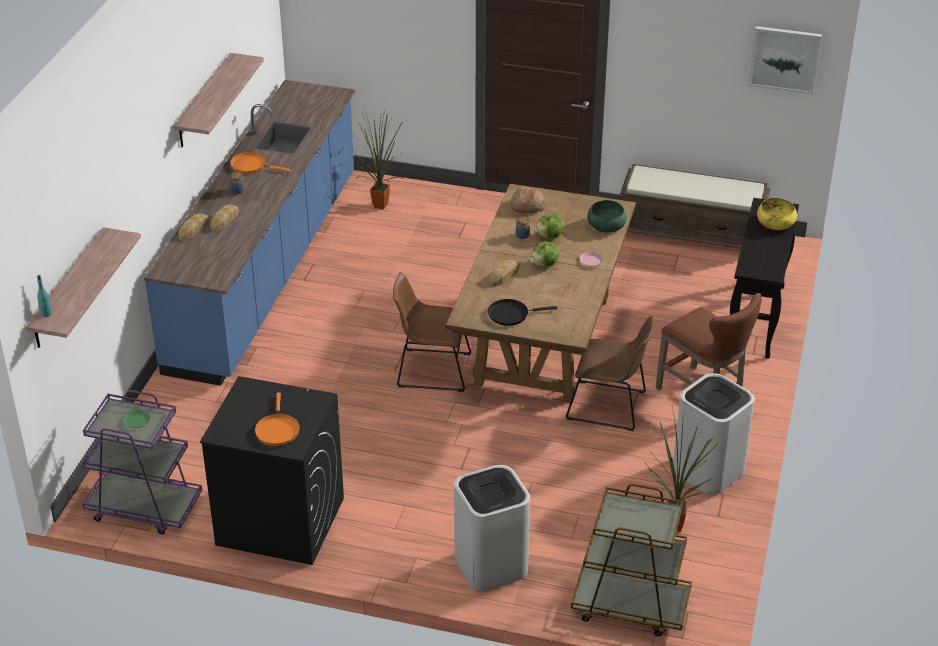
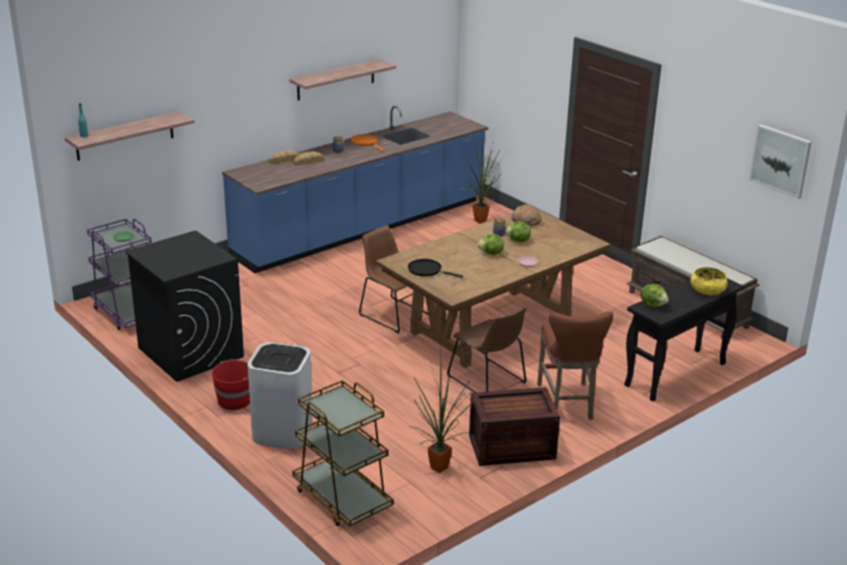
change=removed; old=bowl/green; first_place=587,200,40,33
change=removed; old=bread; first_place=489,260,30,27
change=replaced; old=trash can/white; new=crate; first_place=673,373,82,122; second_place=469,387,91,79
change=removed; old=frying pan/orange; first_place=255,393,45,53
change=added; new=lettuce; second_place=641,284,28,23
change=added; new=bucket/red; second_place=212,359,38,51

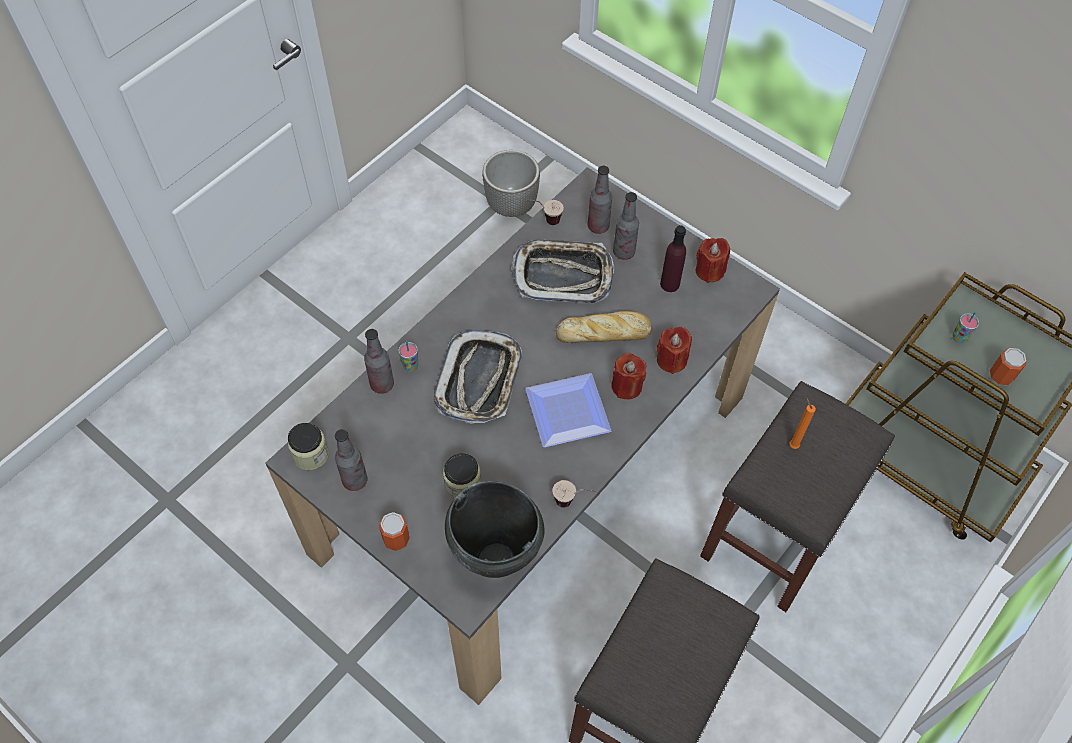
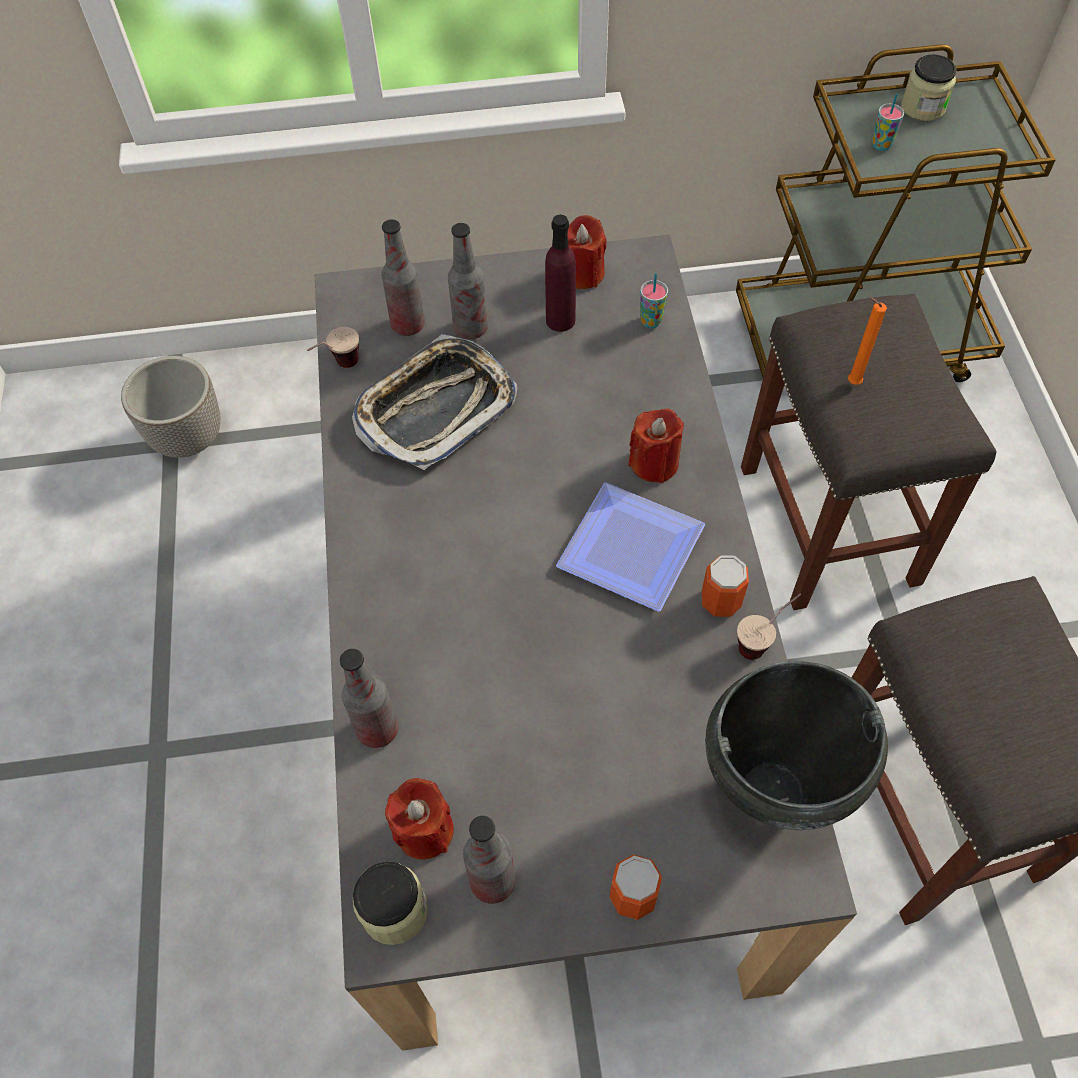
change=removed; old=bread; first_place=556,311,96,32
change=moved; old=candle/red; first_place=657,327,35,47; second_place=385,778,69,82
change=removed; old=tray; first_place=434,330,88,94
change=moved; old=cup; first_place=398,341,20,31; second_place=640,273,28,55
change=moved; old=can; first_place=990,348,36,37; second_place=702,555,47,62
change=moved; old=jar; first_place=443,453,38,46; second_place=901,54,55,67

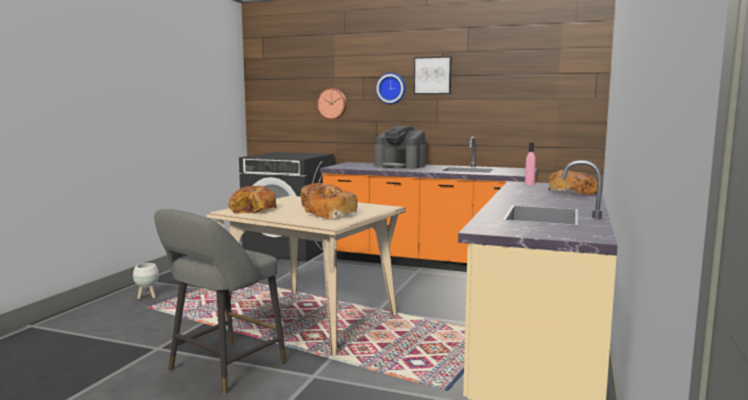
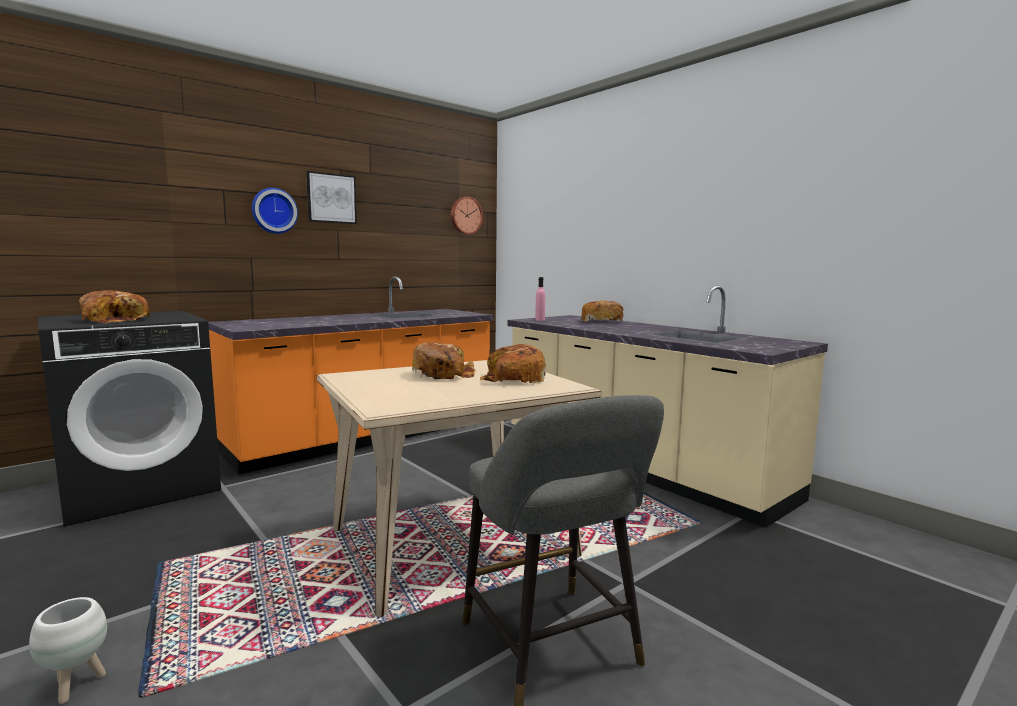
change=moved; old=wall clock; first_place=317,88,30,32; second_place=451,197,32,37
change=removed; old=coffee machine; first_place=375,126,51,43
change=moved; old=bread; first_place=228,186,49,28; second_place=79,290,72,33

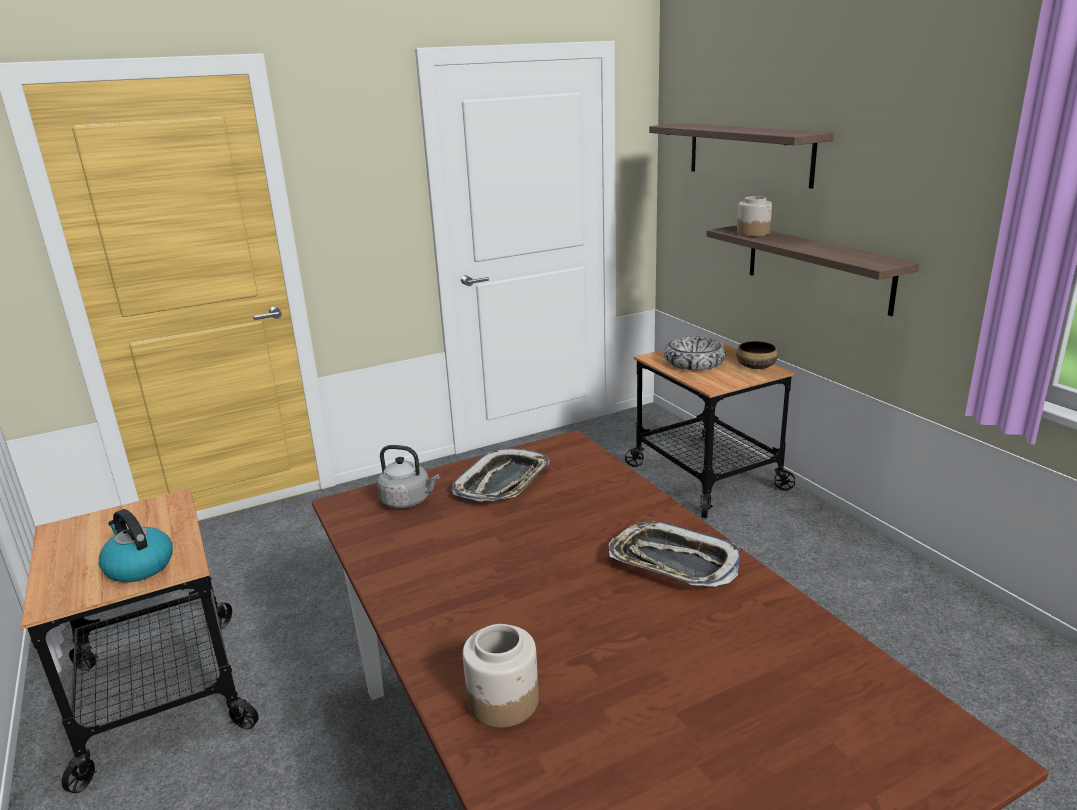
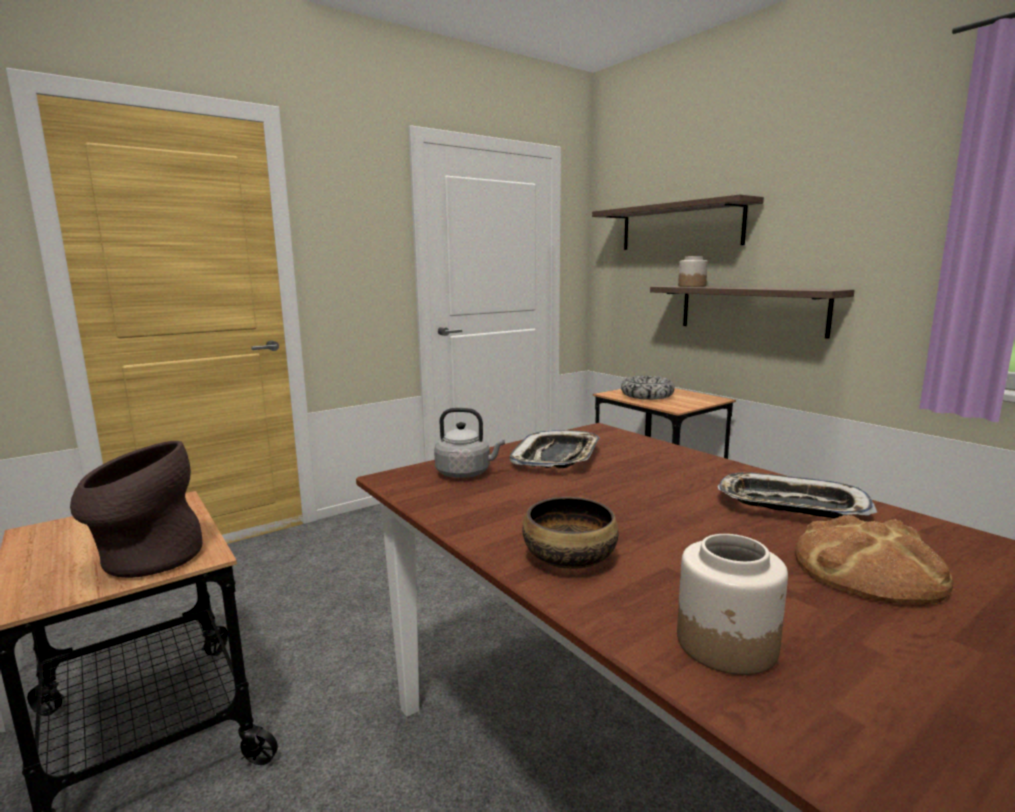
change=moved; old=bowl; first_place=736,341,42,28; second_place=523,497,96,72
change=replaced; old=kettle; new=vase/brown; first_place=99,509,74,73; second_place=70,441,132,137
change=added; new=bread; second_place=795,515,159,89

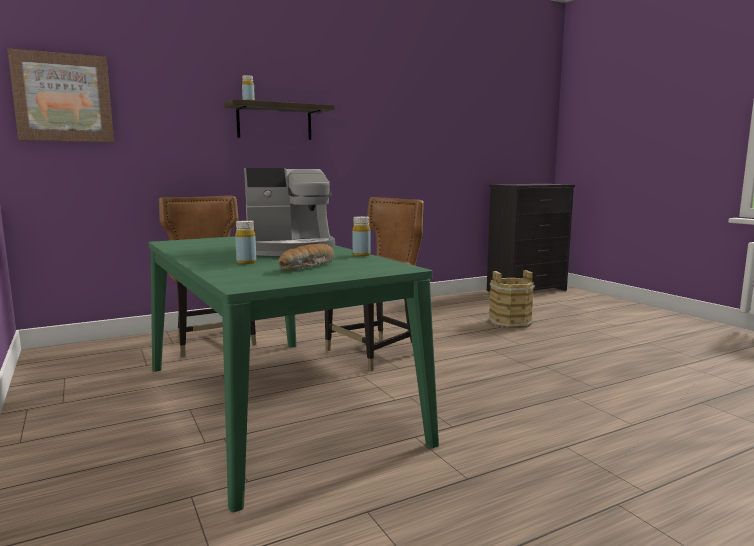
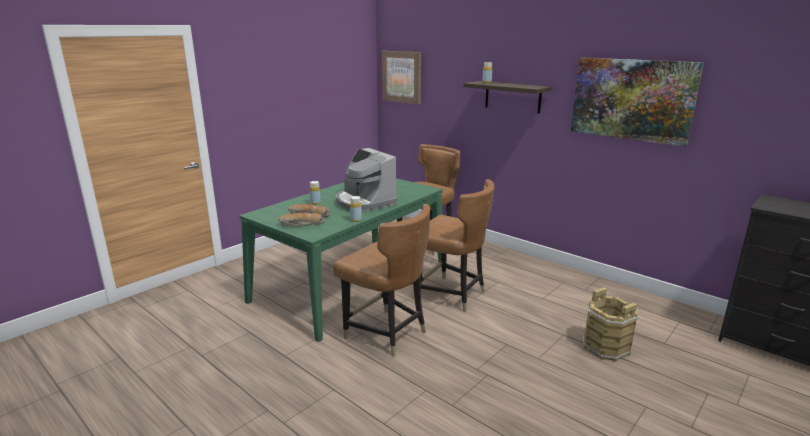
change=added; new=picture; second_place=571,57,133,90
change=added; new=chair/brown; second_place=333,204,97,153
change=added; new=bread; second_place=278,212,46,14

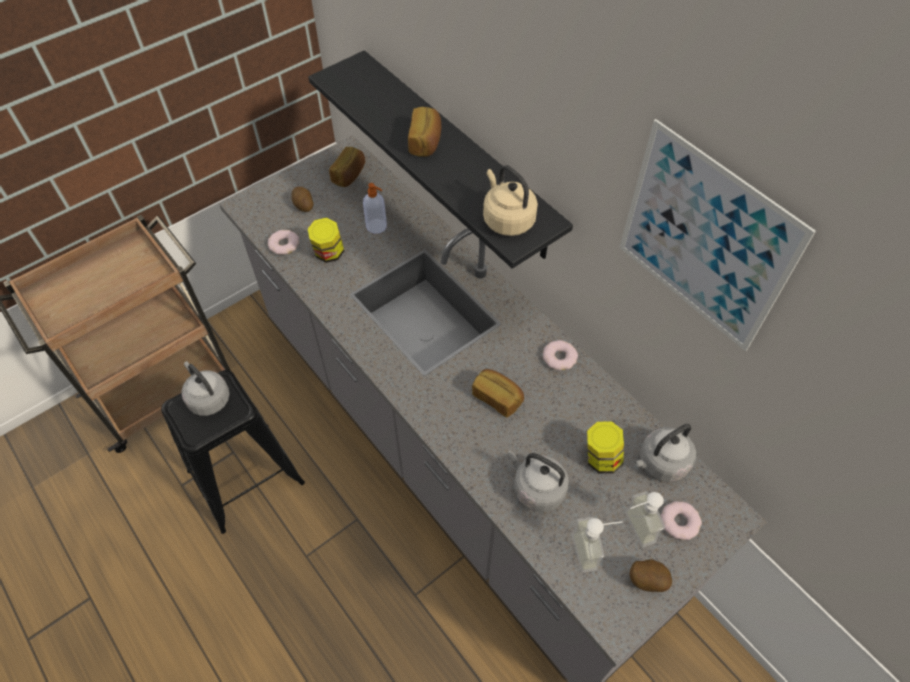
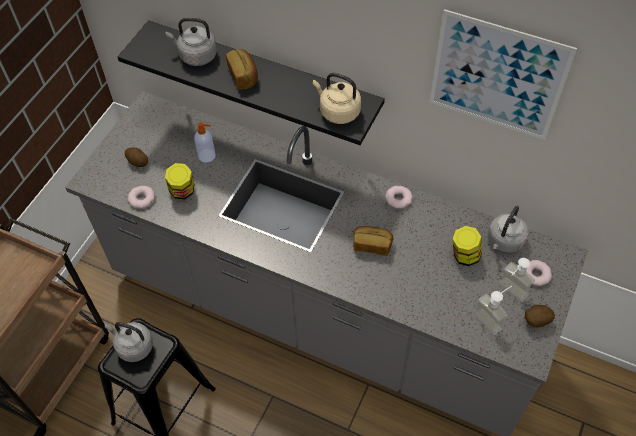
change=removed; old=bread; first_place=329,147,36,40
change=moved; old=kettle/grey; first_place=507,450,62,62; second_place=166,18,51,48

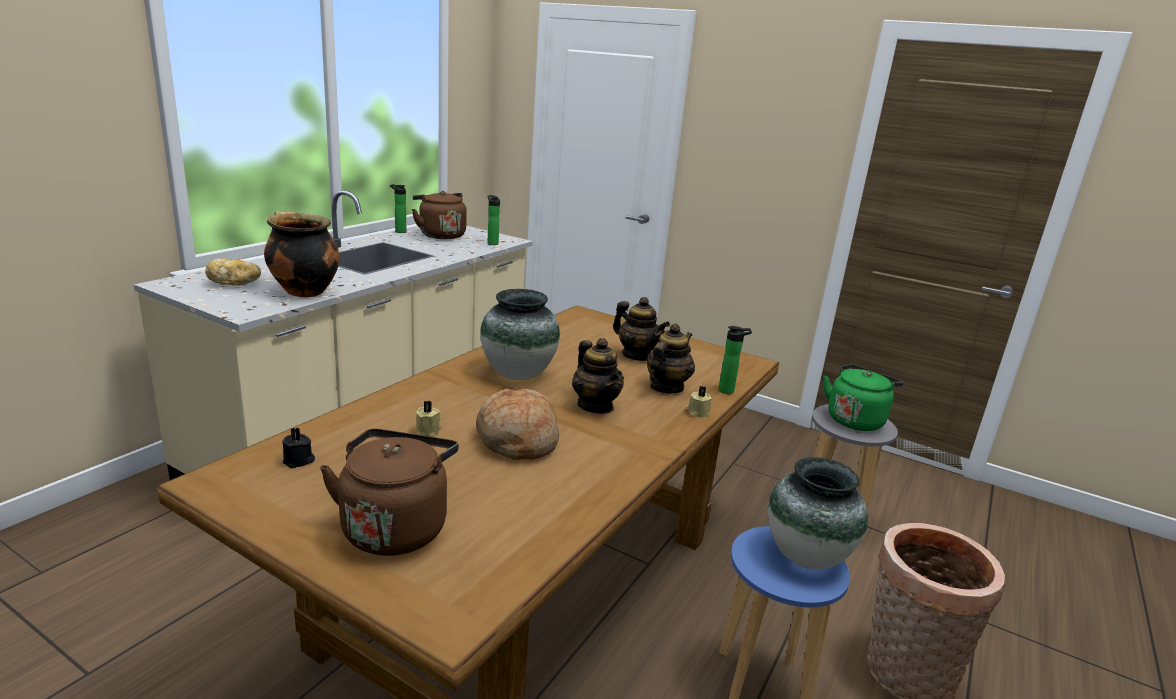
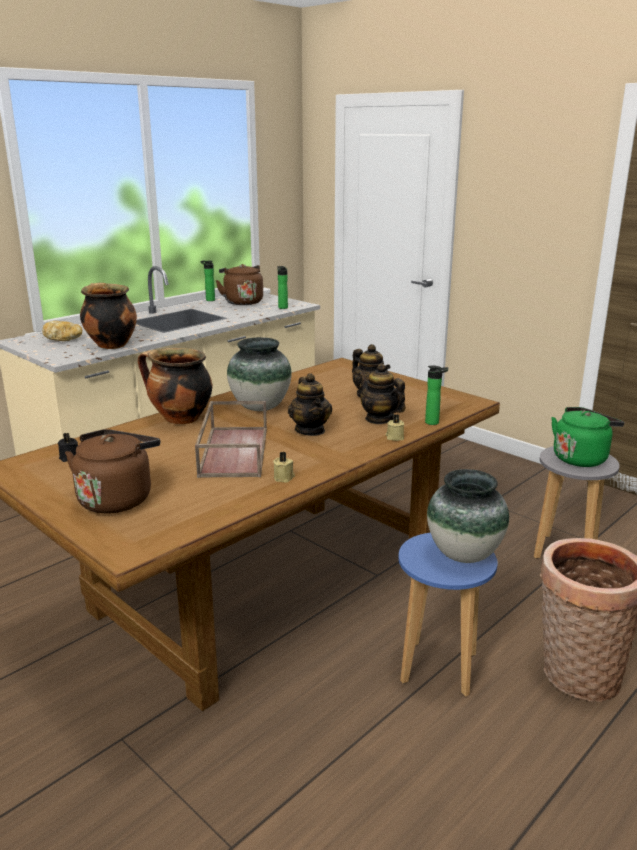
change=turned; old=teapot; first_place=646,324,49,70; second_place=358,364,48,60; degrees=-90
change=replaced; old=bread; new=tray/brown; first_place=476,389,83,71; second_place=195,401,72,77
change=moved; old=candle/beige; first_place=416,400,26,37; second_place=273,452,22,31
change=added; new=cooking pot; second_place=138,348,74,76

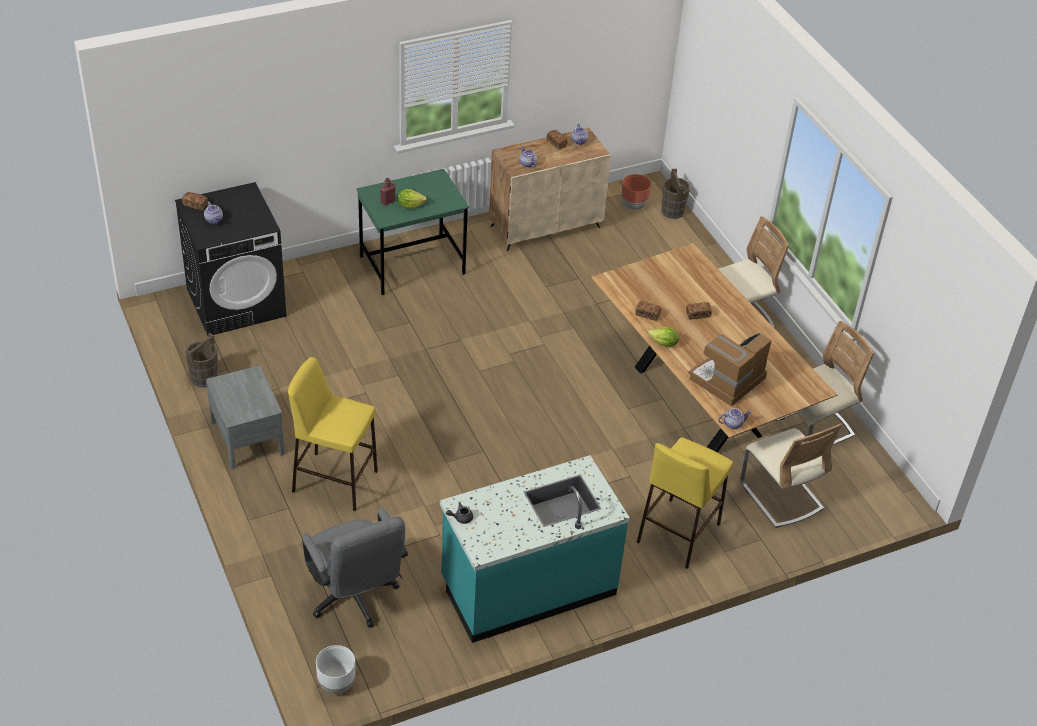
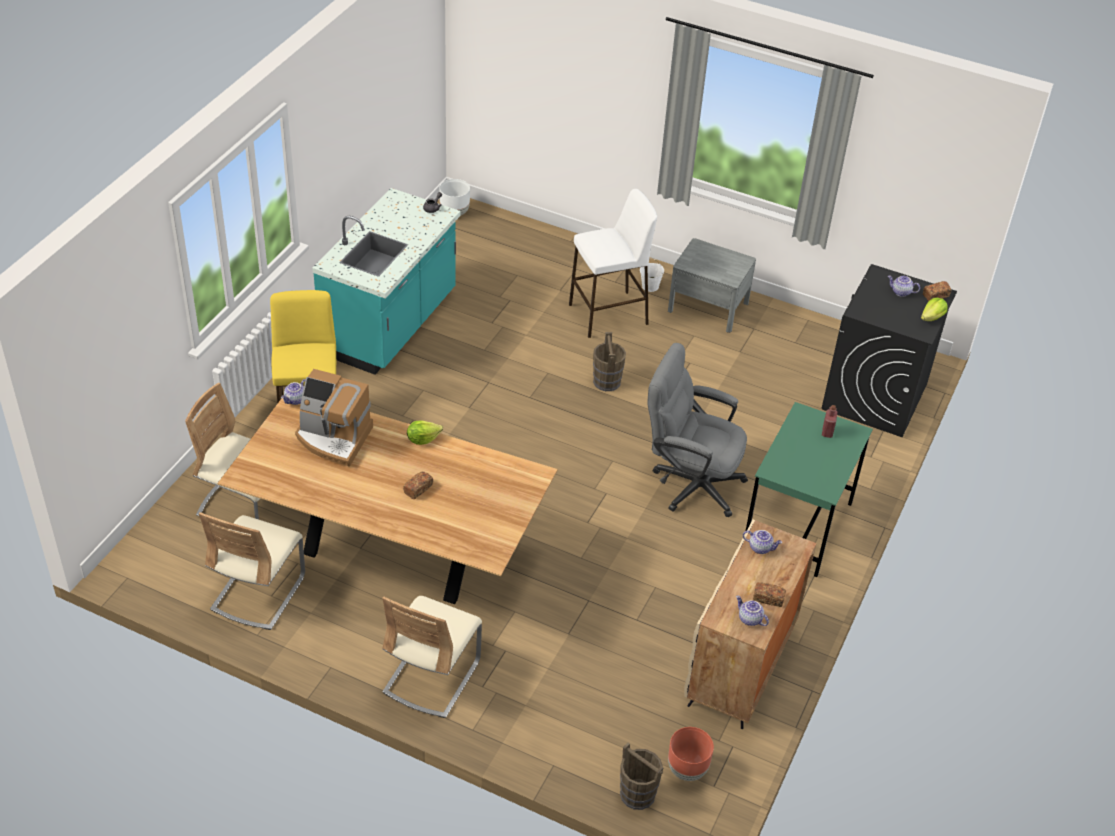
change=moved; old=lettuce; first_place=398,189,29,20; second_place=921,298,27,23
change=removed; old=bread; first_place=635,301,26,20
change=moved; old=bucket/brown; first_place=185,333,33,55; second_place=593,332,33,59
change=turned; old=coffee machine; first_place=688,333,84,73; second_place=295,369,78,98; degrees=105
change=recoloured; old=stool/yellow; new=stool/white; first_place=288,357,90,154; second_place=569,189,88,149
change=moved; old=office chair/grey; first_place=302,508,106,120; second_place=647,343,101,174
change=added; new=bucket/white; second_place=640,258,24,34

